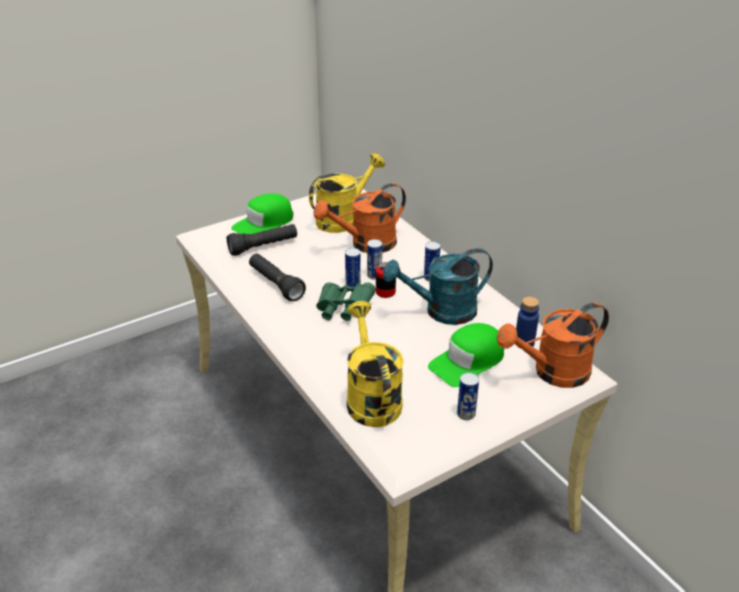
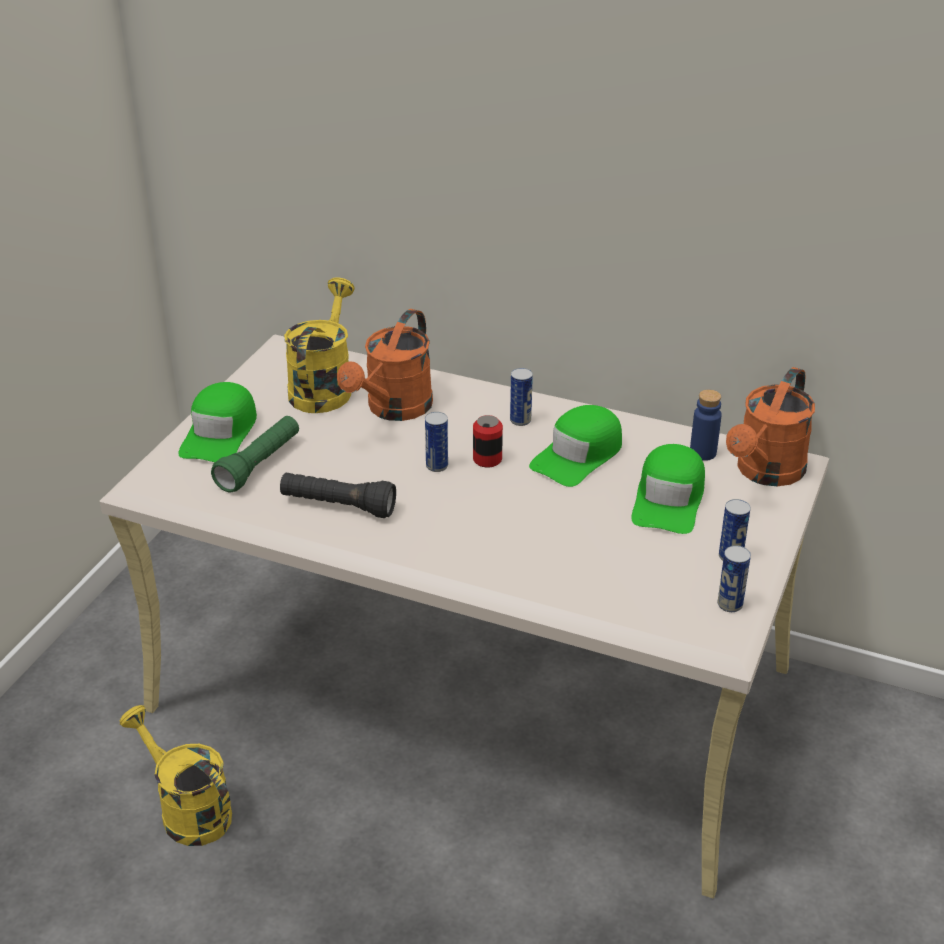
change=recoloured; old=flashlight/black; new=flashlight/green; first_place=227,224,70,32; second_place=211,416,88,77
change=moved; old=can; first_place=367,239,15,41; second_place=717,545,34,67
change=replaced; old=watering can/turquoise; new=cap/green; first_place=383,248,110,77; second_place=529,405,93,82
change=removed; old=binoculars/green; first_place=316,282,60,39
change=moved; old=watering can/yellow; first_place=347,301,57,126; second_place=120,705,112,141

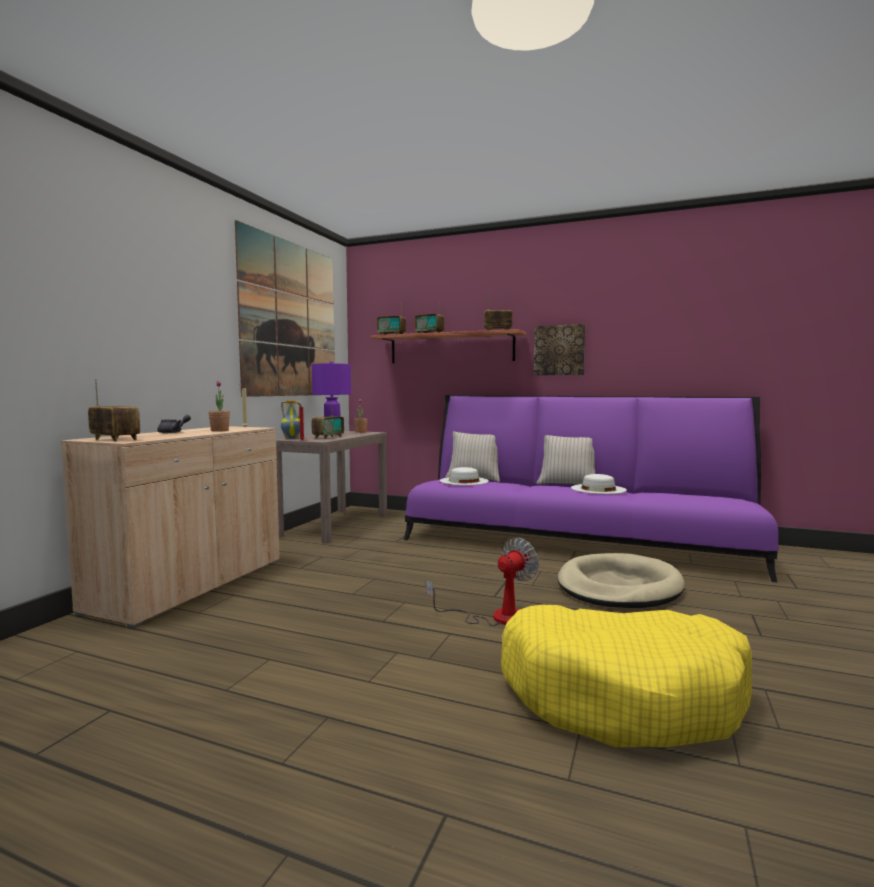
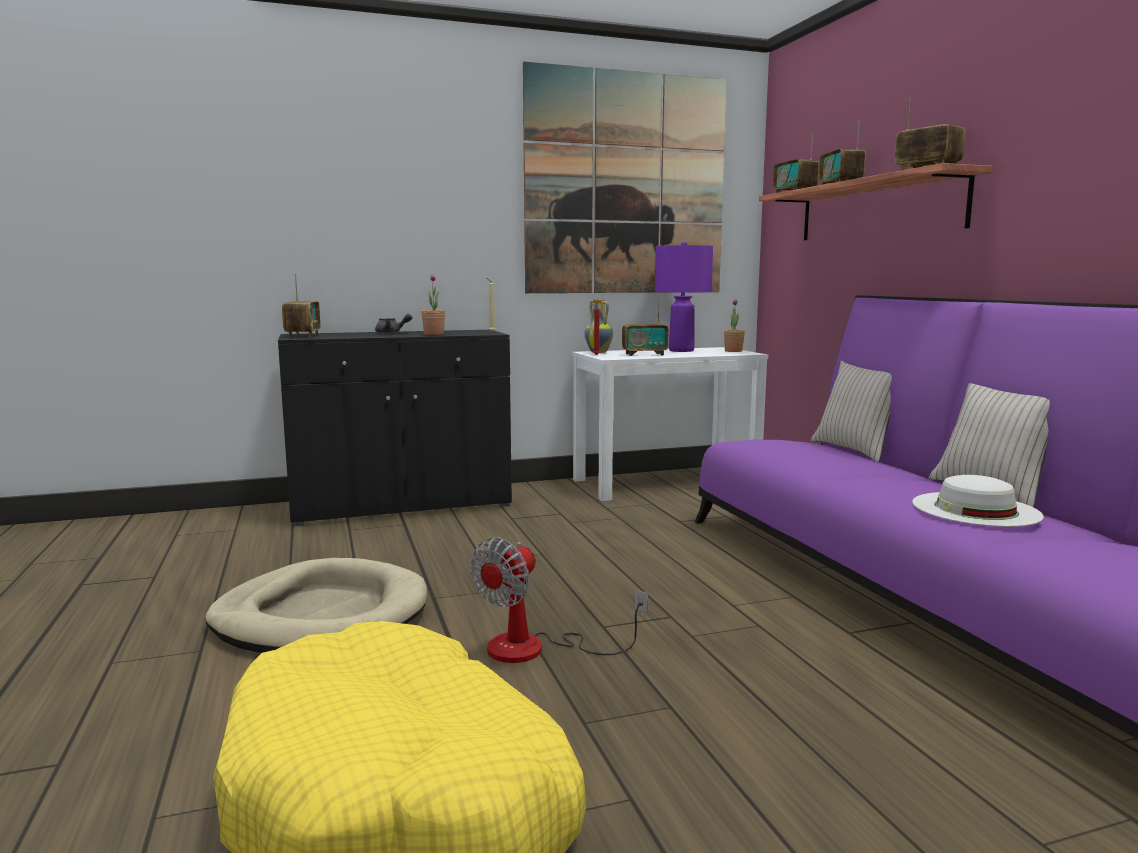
change=removed; old=picture; first_place=534,324,51,51
change=recoloured; old=cabinet/beige; new=cabinet/black; first_place=61,426,219,202; second_place=278,330,234,196
change=recoloured; old=console table/brown; new=console table/white; first_place=275,431,112,113; second_place=572,347,196,154
change=removed; old=hat/white; first_place=440,467,49,18
change=turned; old=fan; first_place=426,538,113,88; second_place=470,537,178,126; degrees=120
change=moved; old=dog bed/beige; first_place=557,553,128,55; second_place=205,558,222,95

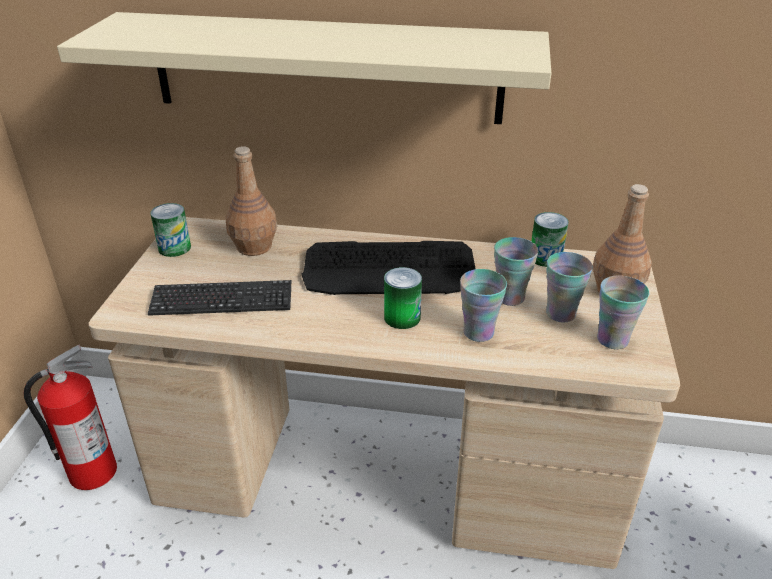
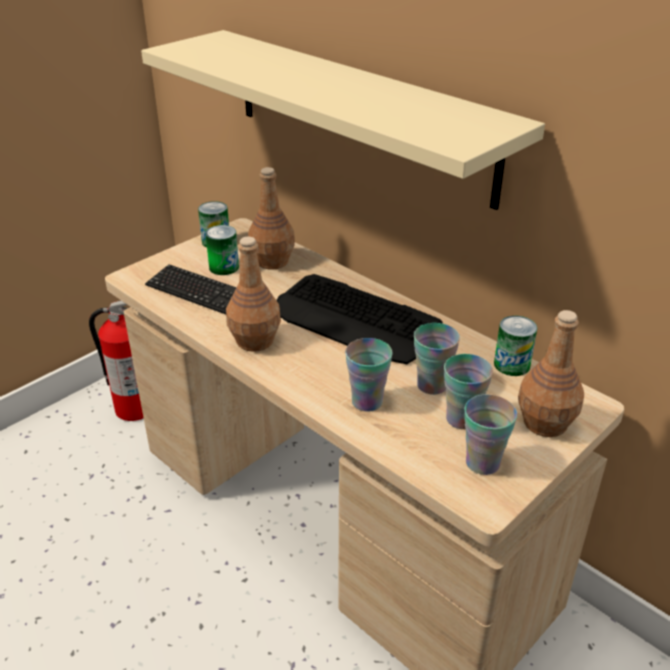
change=moved; old=can; first_place=384,267,38,62; second_place=205,225,34,50
change=added; new=bottle/brown; second_place=226,237,55,115

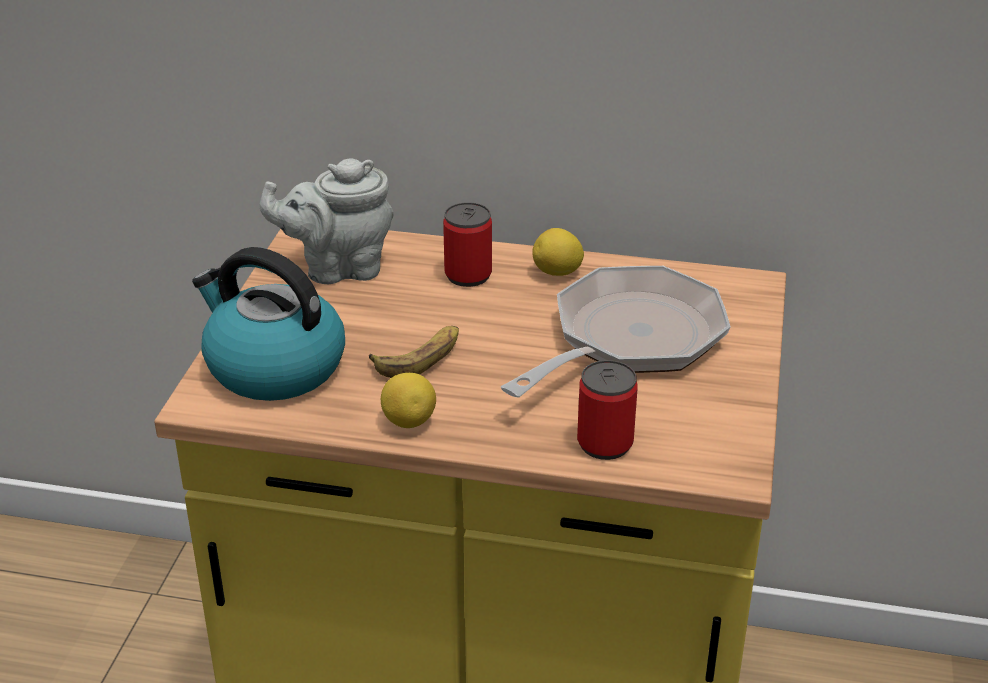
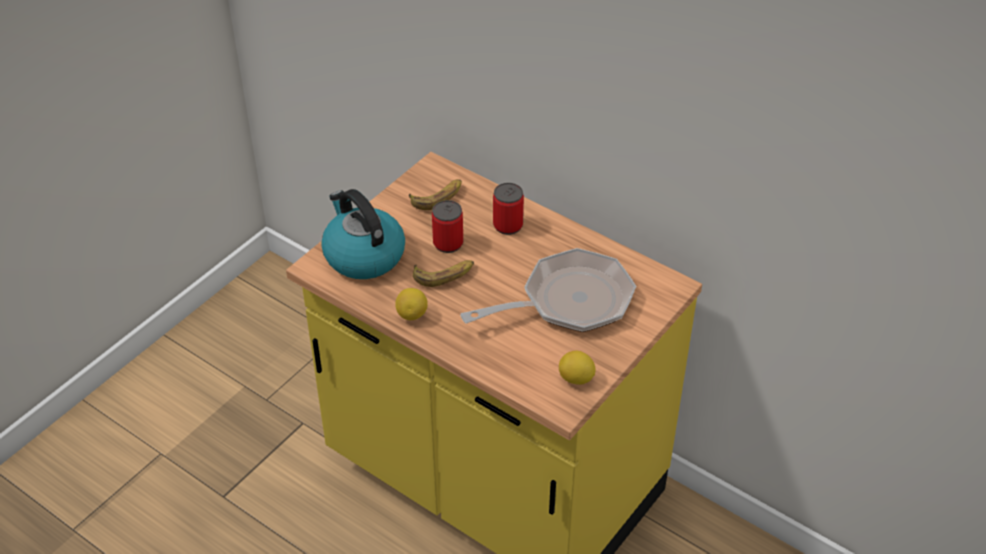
change=replaced; old=teapot/grey; new=banana; first_place=259,159,134,125; second_place=409,179,53,31
change=moved; old=lemon; first_place=532,228,52,48; second_place=559,350,37,35
change=moved; old=can; first_place=577,360,61,100; second_place=432,200,31,53

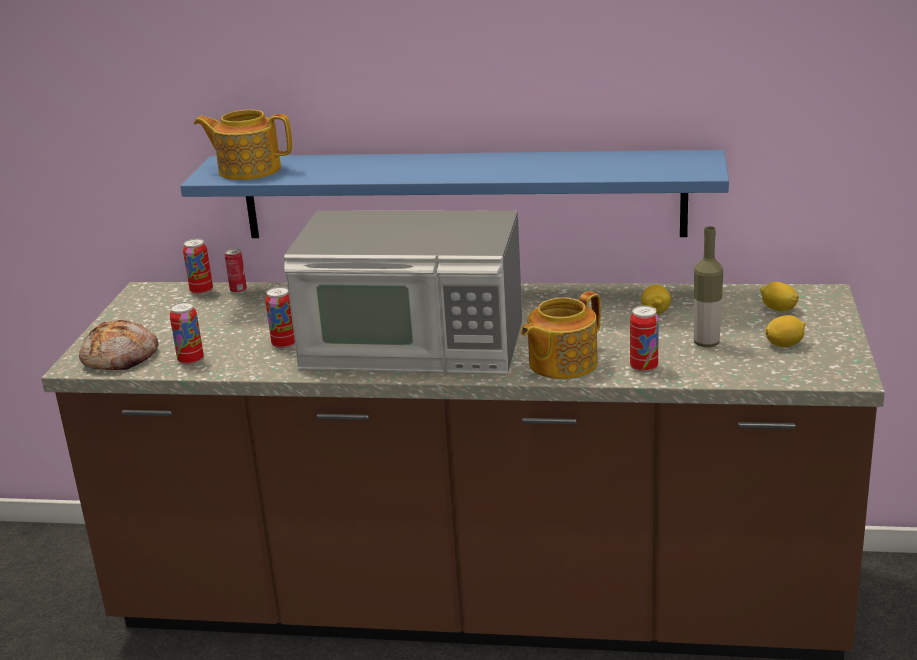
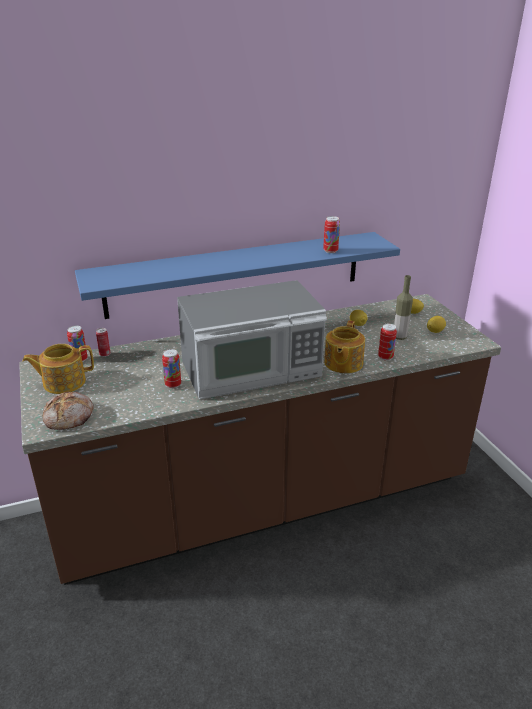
change=moved; old=teapot; first_place=194,109,98,71; second_place=22,344,72,50
change=moved; old=can; first_place=170,302,34,64; second_place=323,216,17,37

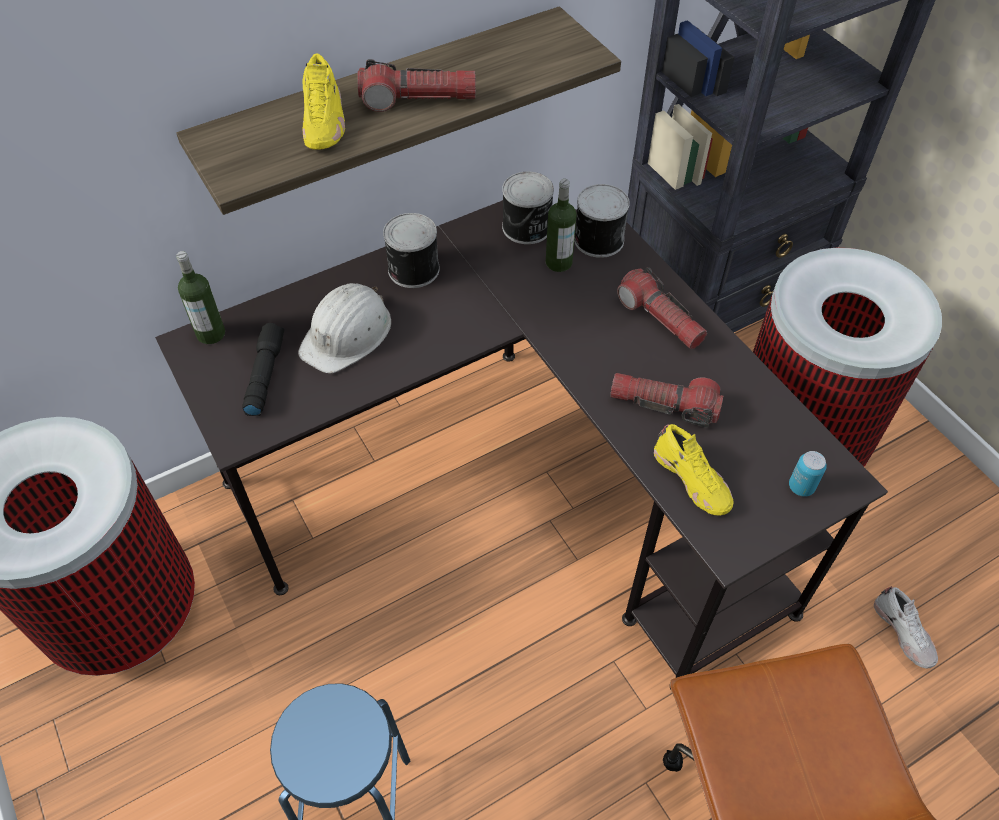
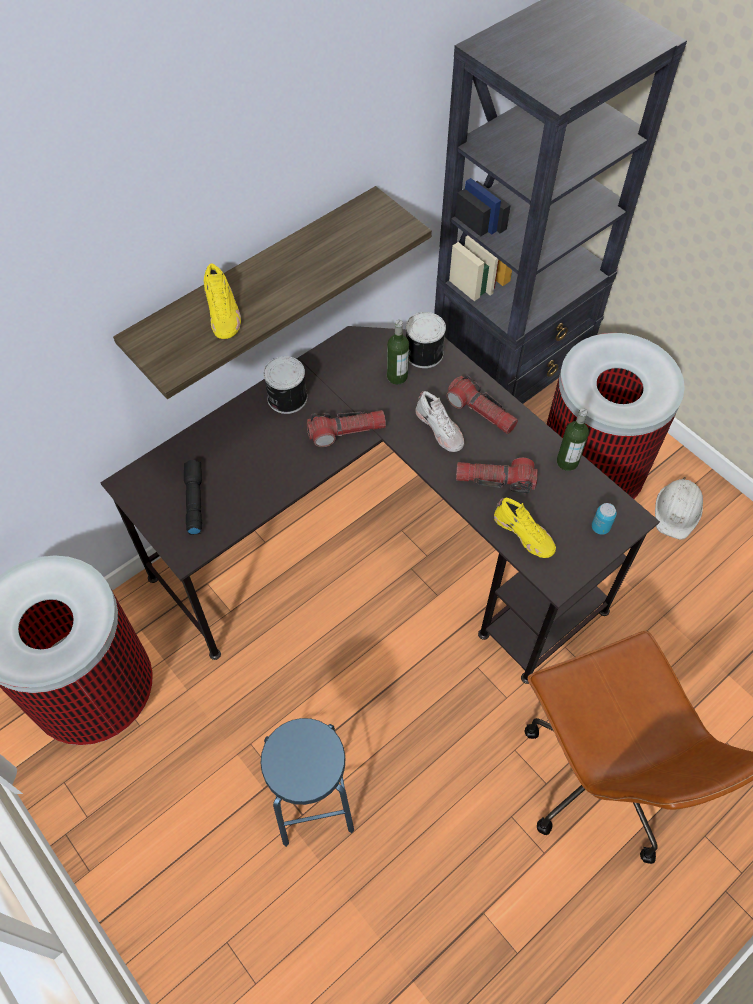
change=moved; old=flashlight; first_place=357,59,119,53; second_place=307,410,79,37
change=removed; old=can; first_place=502,171,52,73
change=moved; old=bottle; first_place=176,251,49,93; second_place=557,408,32,63
change=moved; old=hard hat/white; first_place=298,283,93,90; second_place=655,477,48,63
change=moved; old=shoe/white; first_place=874,586,64,83; second_place=415,391,49,61

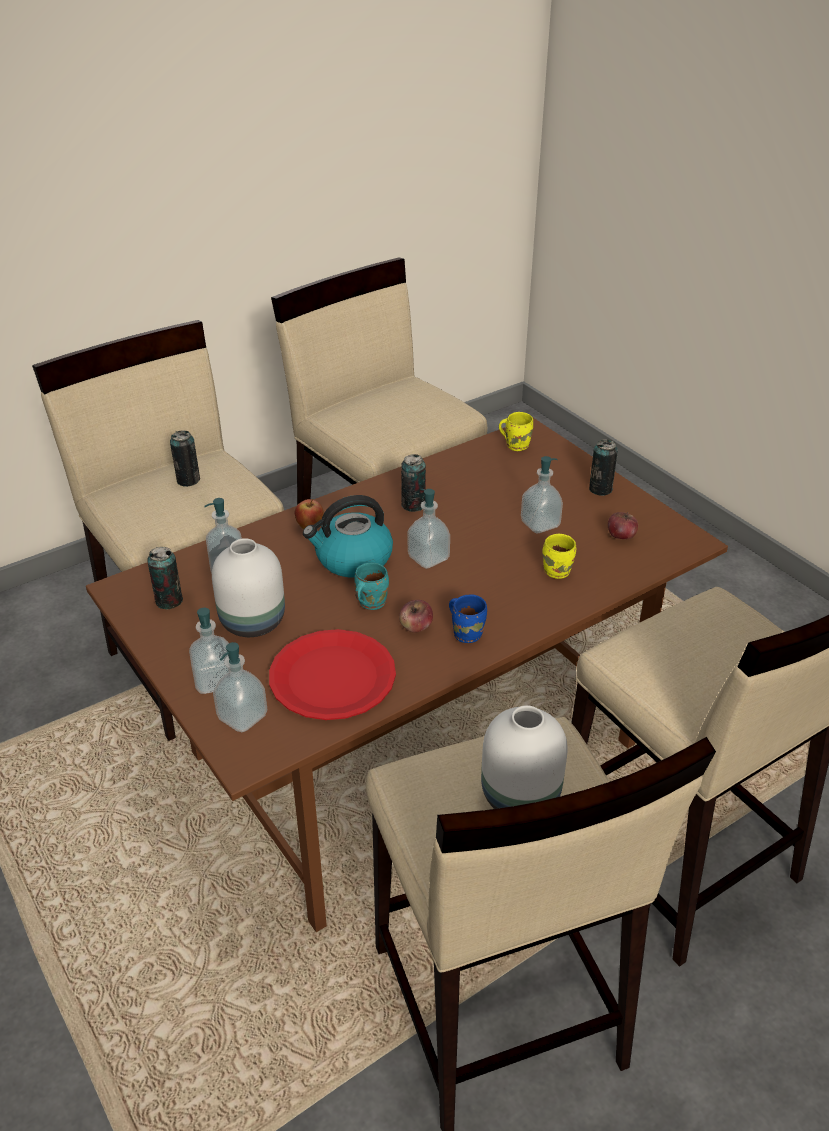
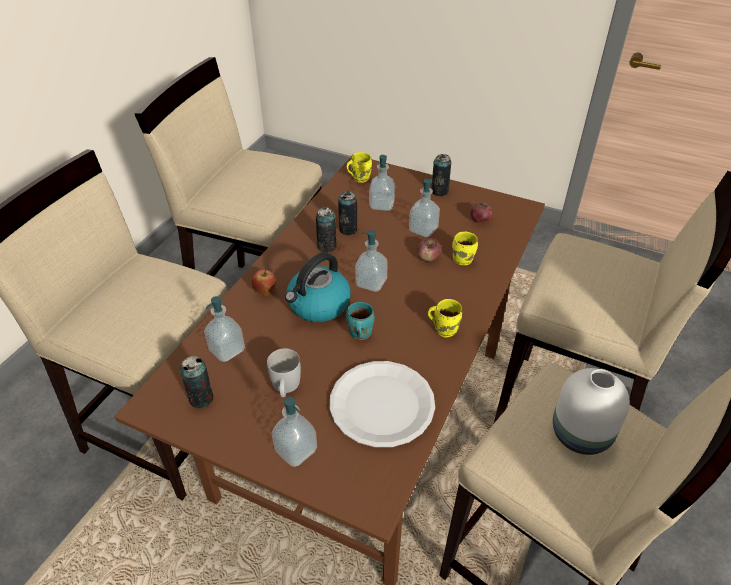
change=moved; old=can; first_place=170,430,30,57; second_place=338,191,20,44
change=replaced; old=vase/white; new=mug/white; first_place=212,538,73,99; second_place=267,348,34,49
change=recoloured; old=mug/blue; new=mug/yellow; first_place=449,594,38,49; second_place=428,299,34,38
change=moved; old=apple; first_place=399,600,34,33; second_place=417,238,24,23
change=recoloured; old=plate/red; new=plate/white; first_place=269,629,127,91; second_place=330,361,105,86
change=moved; old=soap dispenser; first_place=213,642,54,90; second_place=369,155,26,56

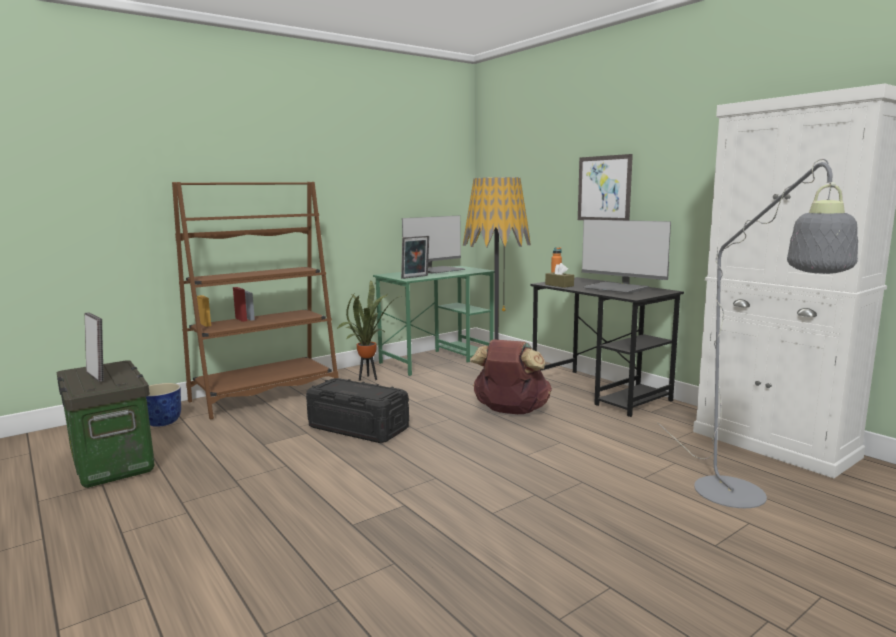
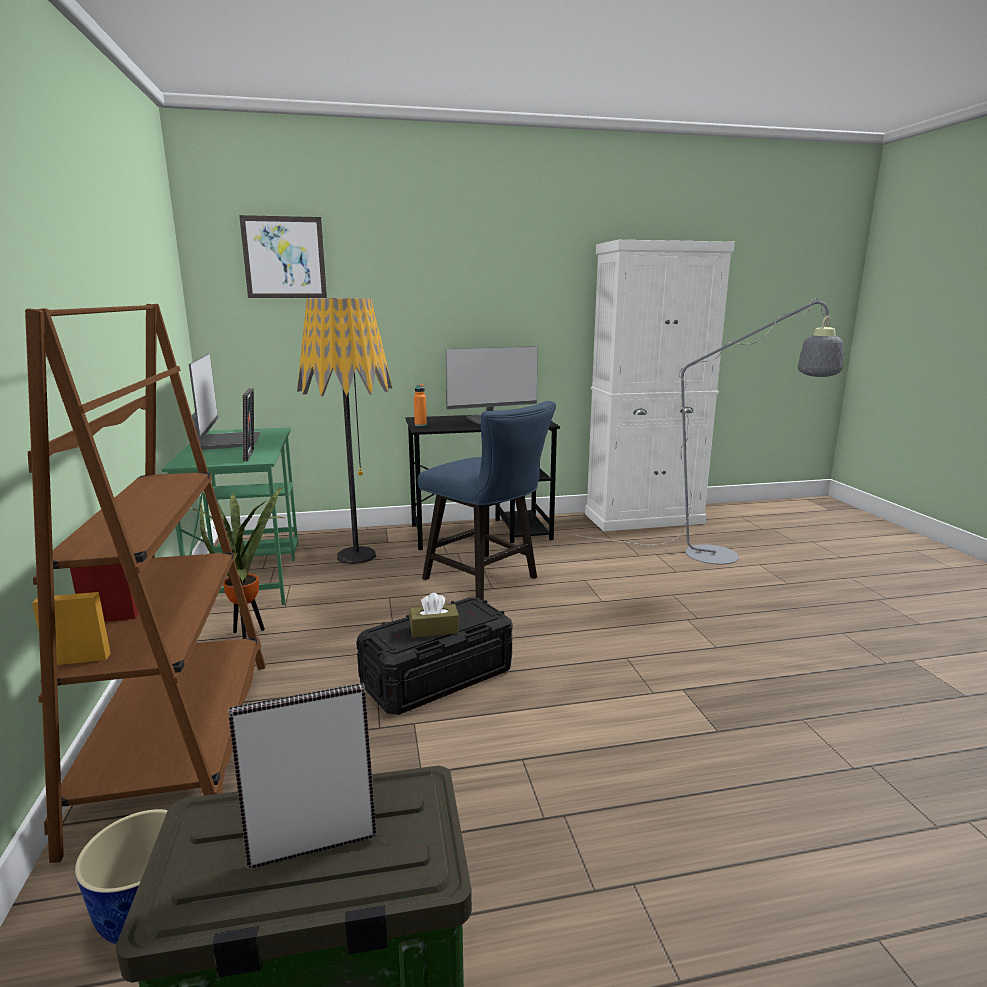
change=moved; old=picture; first_place=578,154,55,66; second_place=239,215,88,83
change=moved; old=tissue box/brown; first_place=545,263,29,25; second_place=409,593,50,45
change=replaced; old=backpack/brown; new=chair/blue; first_place=470,339,82,75; second_place=418,401,138,200

